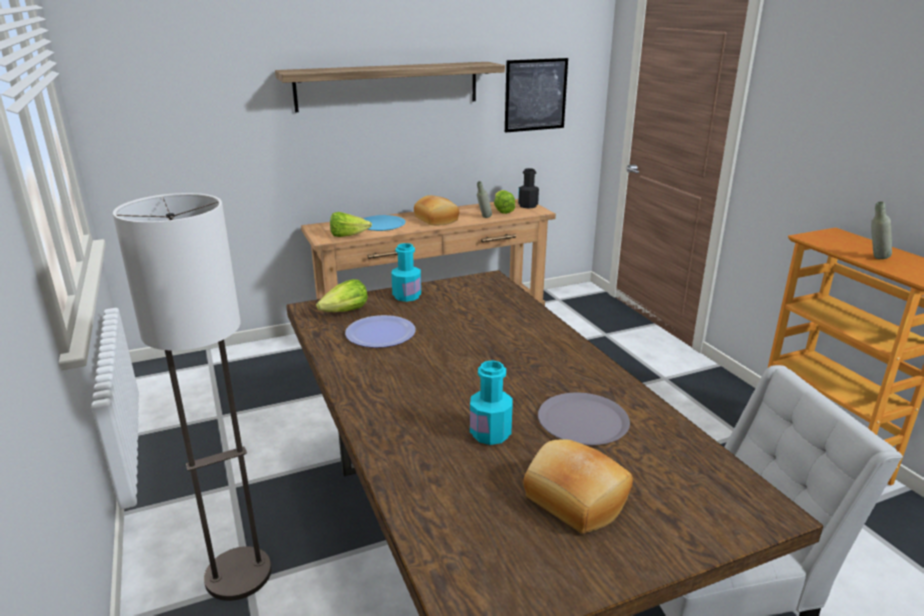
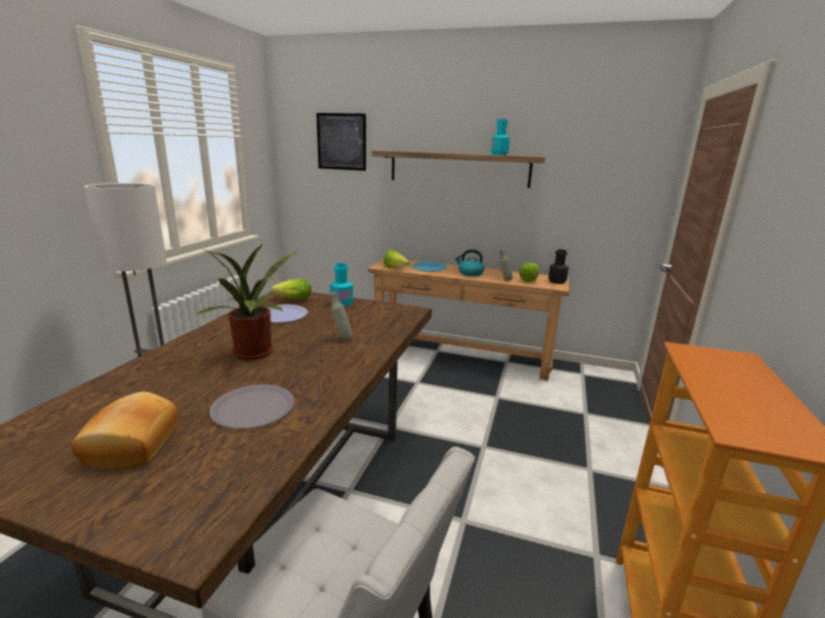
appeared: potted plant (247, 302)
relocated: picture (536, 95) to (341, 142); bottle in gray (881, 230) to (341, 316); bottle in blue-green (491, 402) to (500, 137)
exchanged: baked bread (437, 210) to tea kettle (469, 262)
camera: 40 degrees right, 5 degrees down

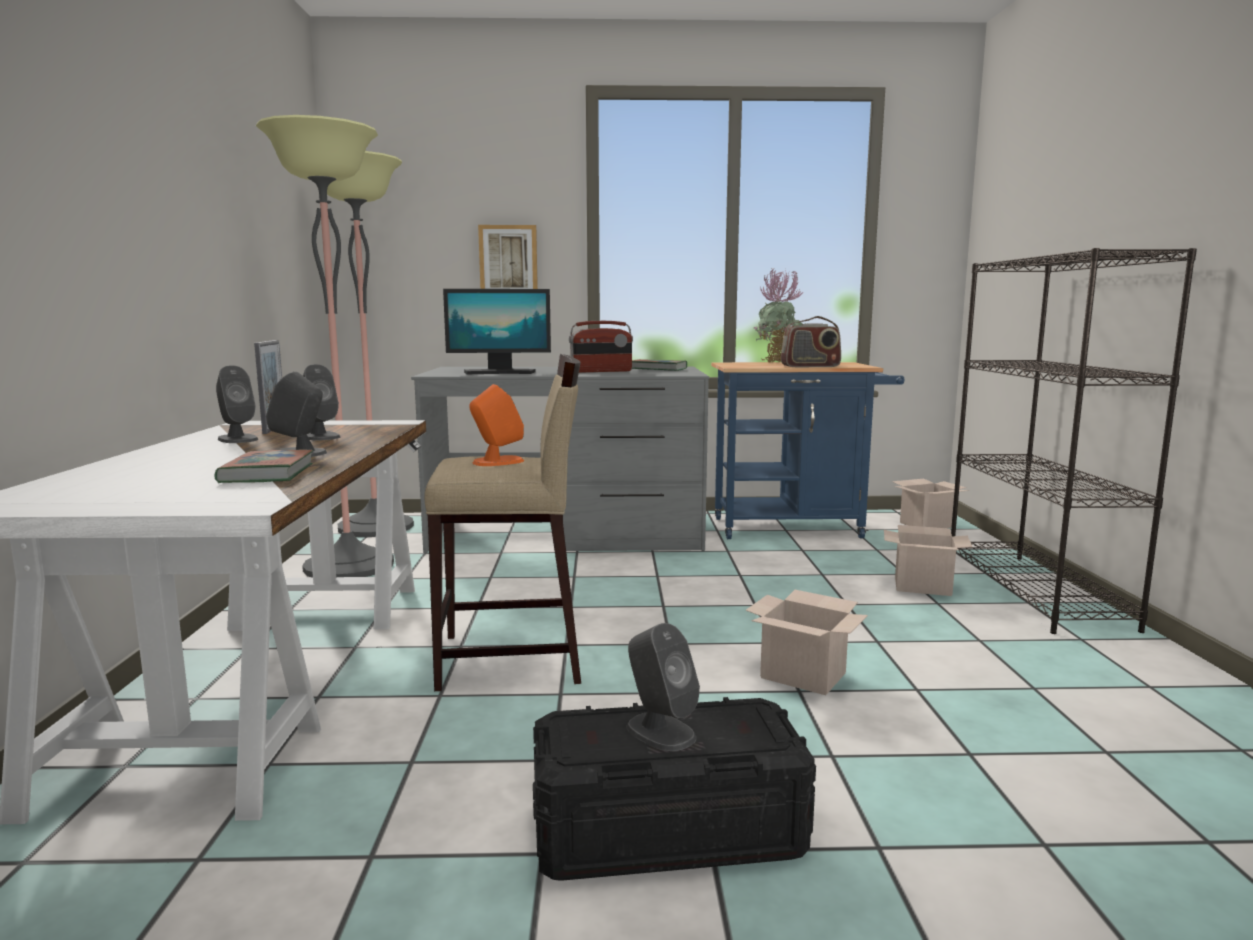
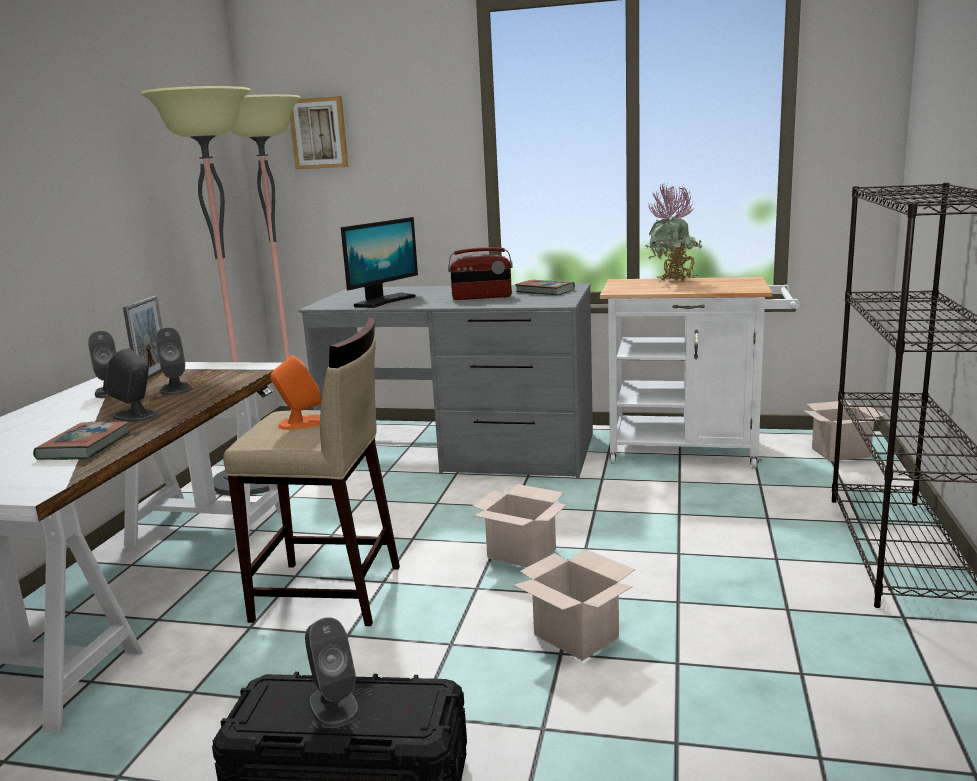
missing: radio (811, 341)
relocated: picture (508, 257) to (319, 133); packing box (928, 560) to (520, 525)
colour: trolley in bluish (807, 450) to trolley in white-coloured (699, 373)
spun: computer display (497, 331) = (379, 262) 60 degrees counterclockwise
camera: 15 degrees right, 5 degrees up

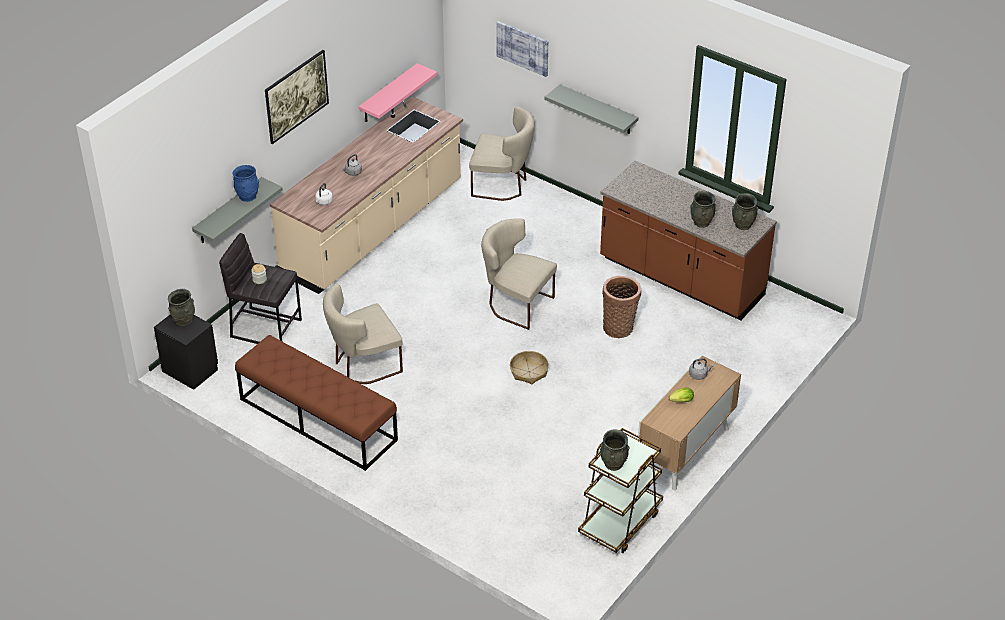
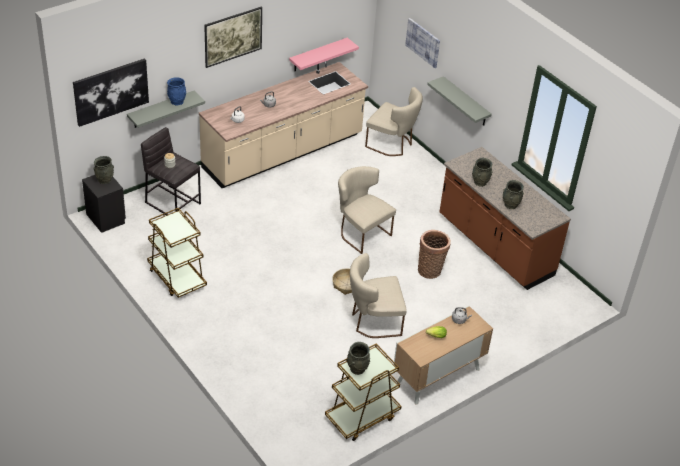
appeared: picture (111, 92)
relocated: plain chair in beige (363, 334) to (378, 295); flower vase in gray (745, 211) to (482, 172)
exchanged: long seat in brownish (316, 403) to trolley in brownish (177, 253)
camera: 15 degrees right, 0 degrees up

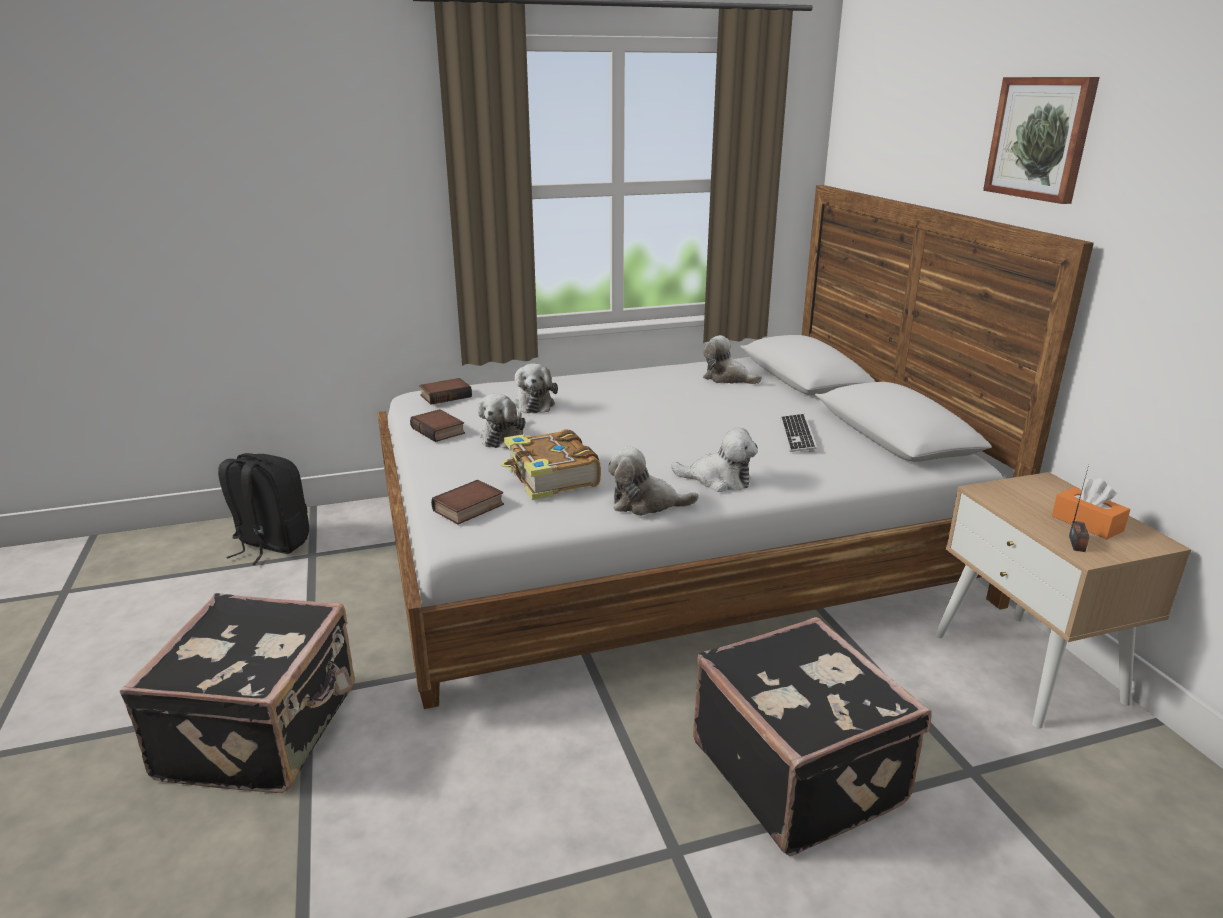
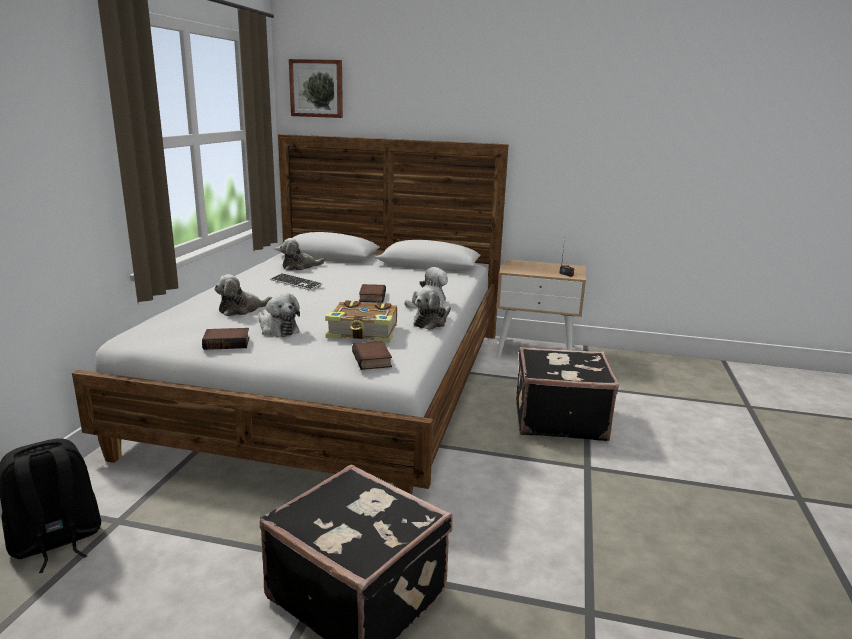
missing: box of tissues in orange-coloured (1091, 508)
relocated: computer keyboard (798, 433) to (296, 282); picture (1041, 140) to (316, 88); book (445, 391) to (372, 293)
spun: cuddly toy (535, 388) = (243, 295) 120 degrees clockwise
camera: 60 degrees left, 5 degrees down

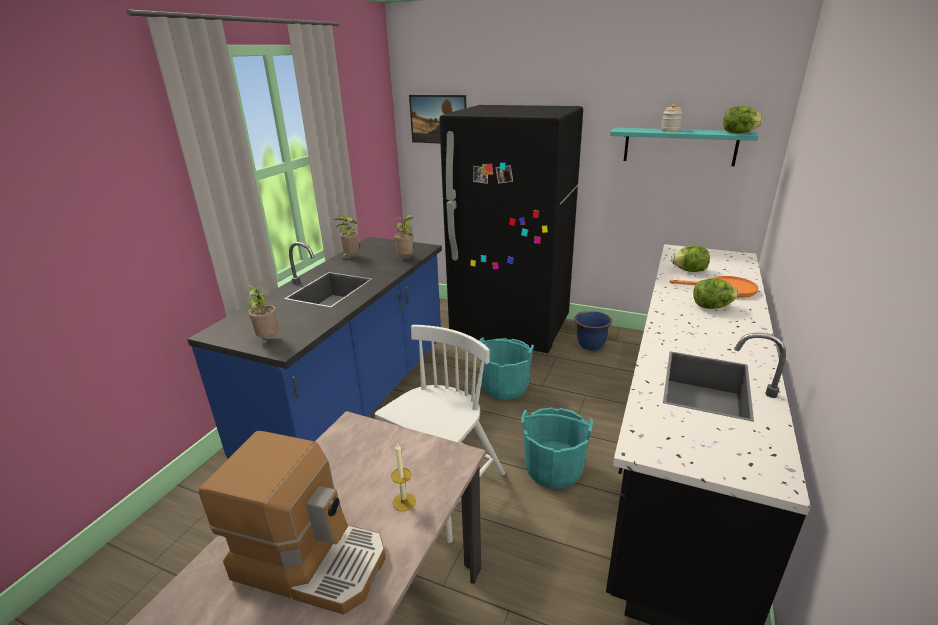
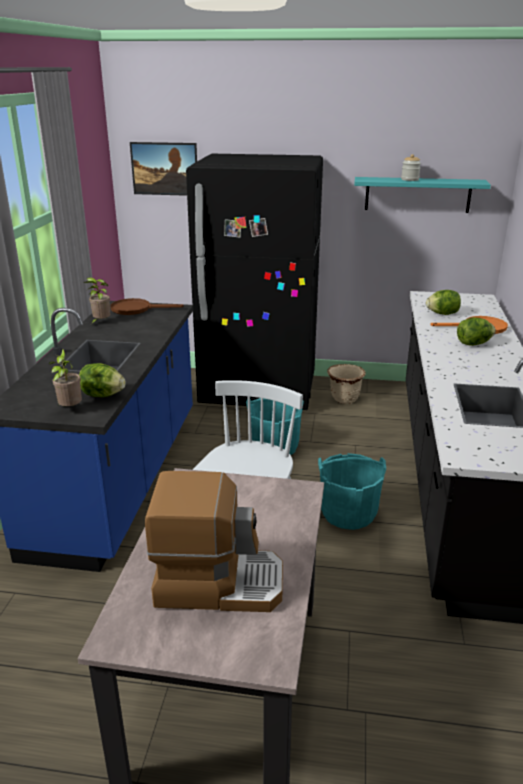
missing: candle (403, 477); potted plant (404, 235)
appeared: pan in brownish (147, 306)
relocated: lettuce (743, 119) to (102, 380)
colour: planter in bluish (593, 331) to planter in beige (346, 384)
camera: 15 degrees left, 0 degrees up

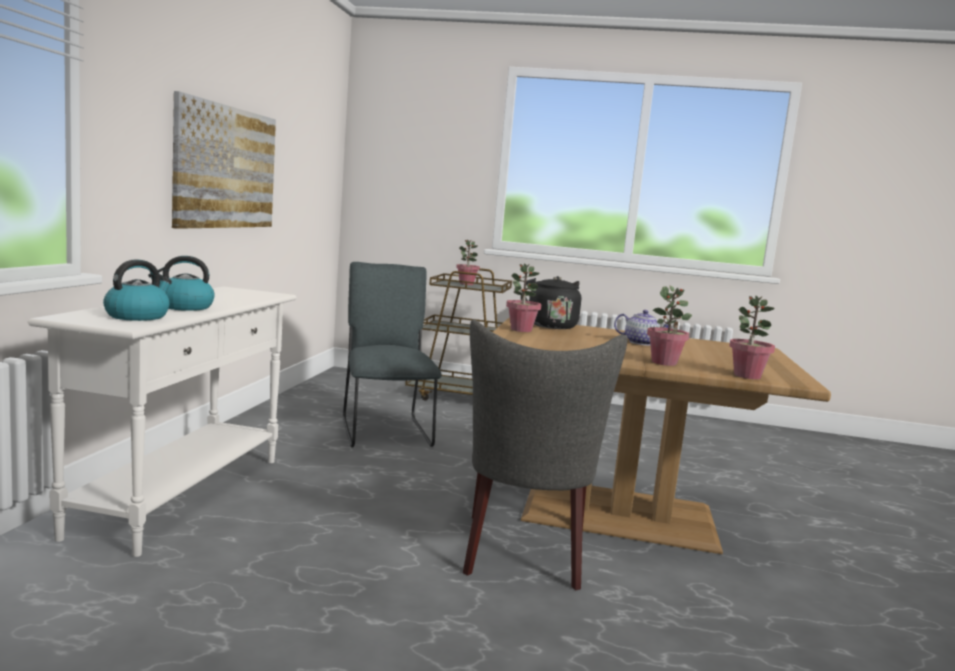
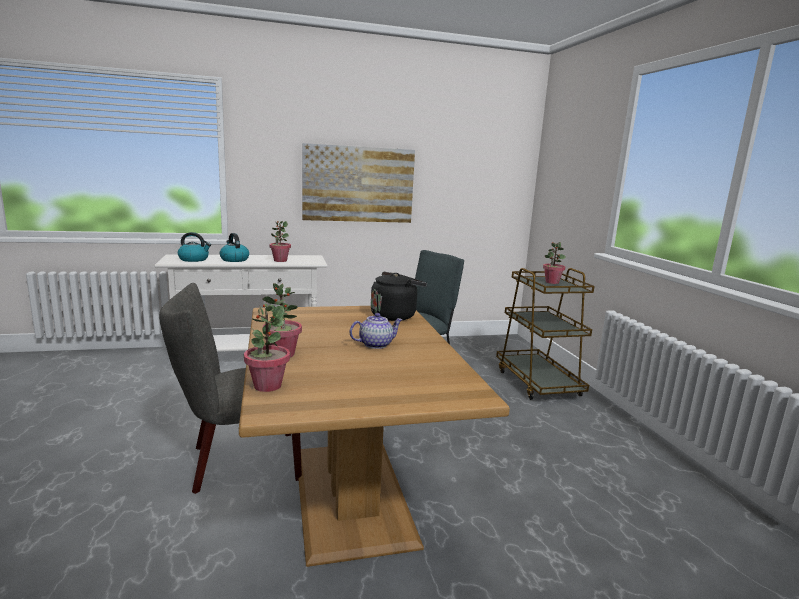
relocated: potted plant (524, 298) to (280, 241)
spun: teapot (643, 328) = (376, 331) 105 degrees counterclockwise
camera: 65 degrees right, 5 degrees up

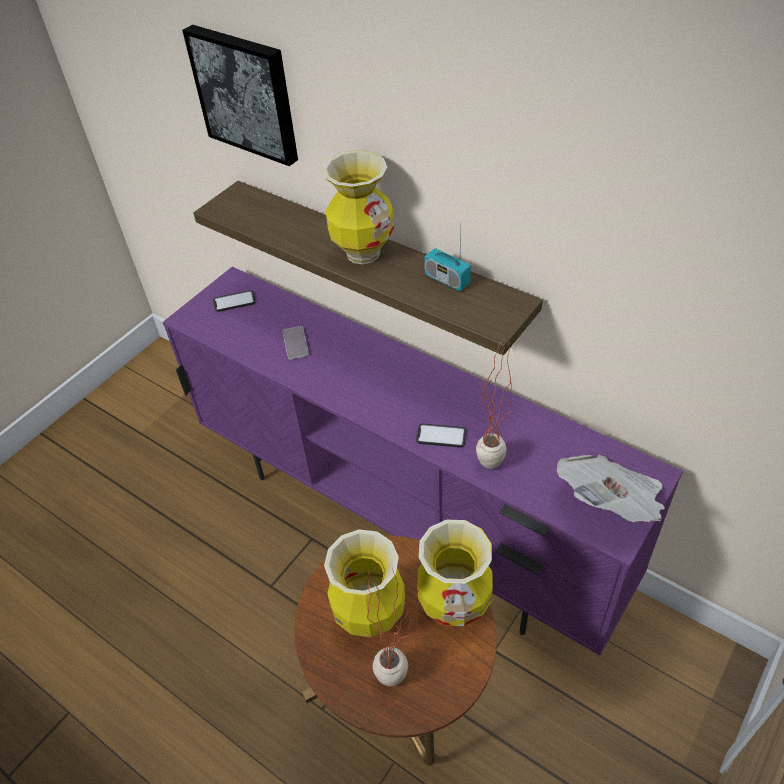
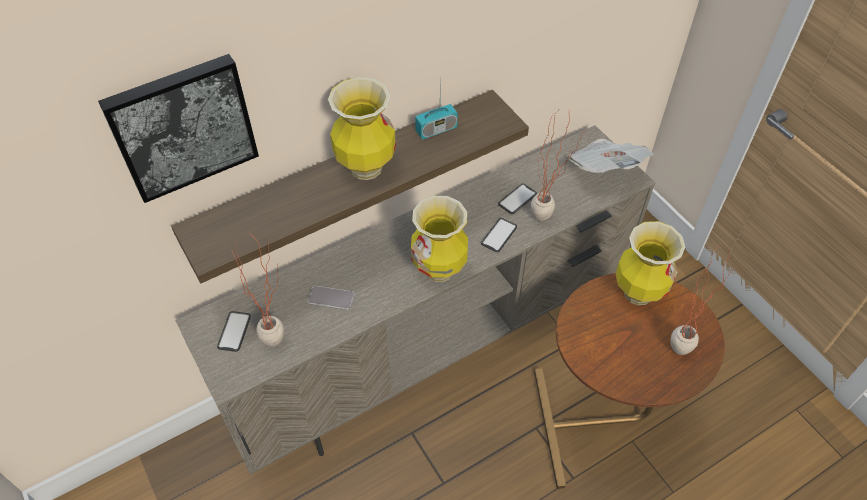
appeared: potted plant (258, 291); telephone (517, 198)
relocated: flower vase (364, 583) to (439, 239)
colour: media console in purplish (422, 461) to media console in beige (415, 299)
camera: 70 degrees left, 5 degrees up

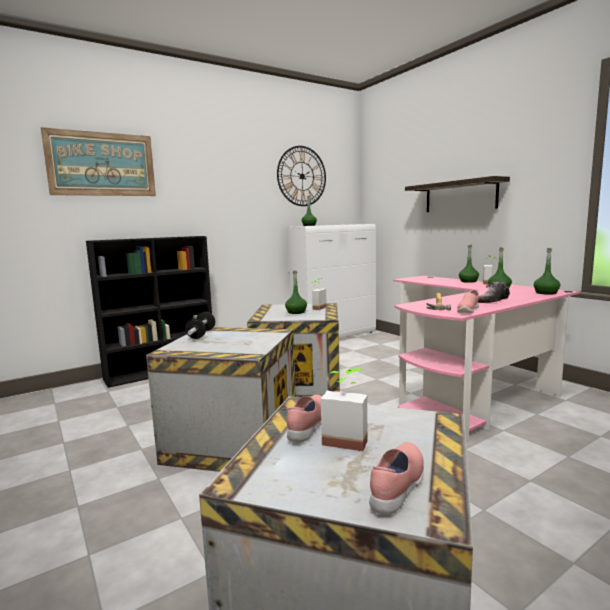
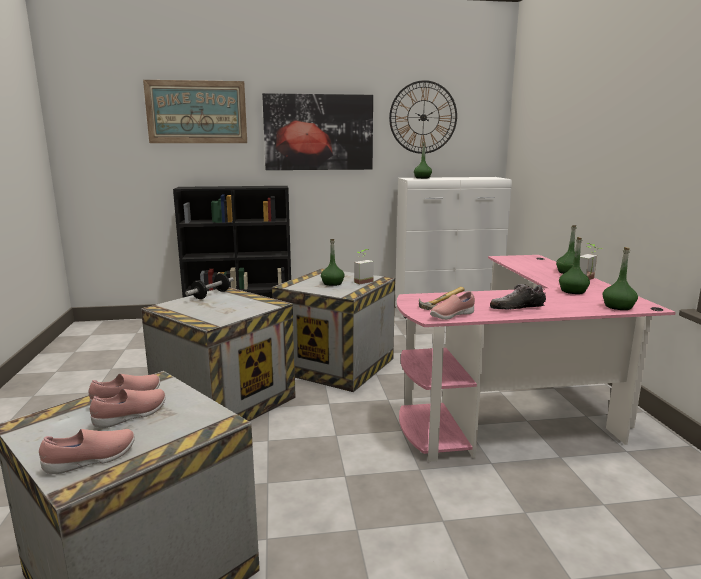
missing: shelf (457, 194)
appeared: picture (317, 131)
exchanged: potted plant (344, 409) to low shoe in pink-coloured (128, 408)
camera: 25 degrees right, 5 degrees up

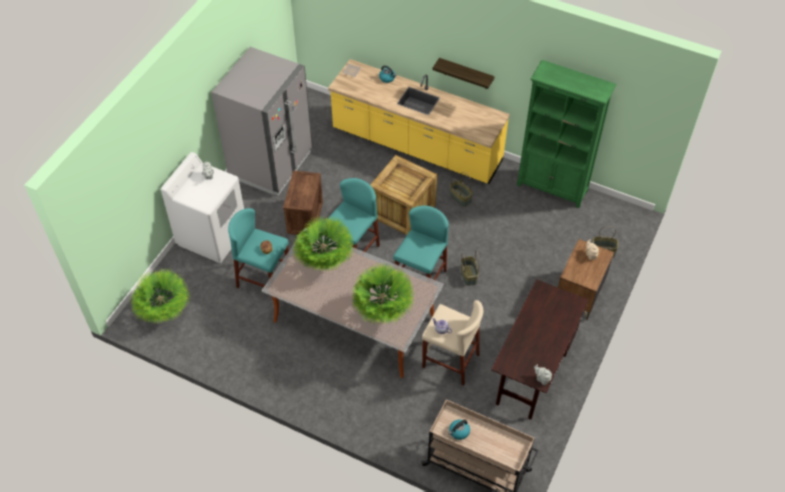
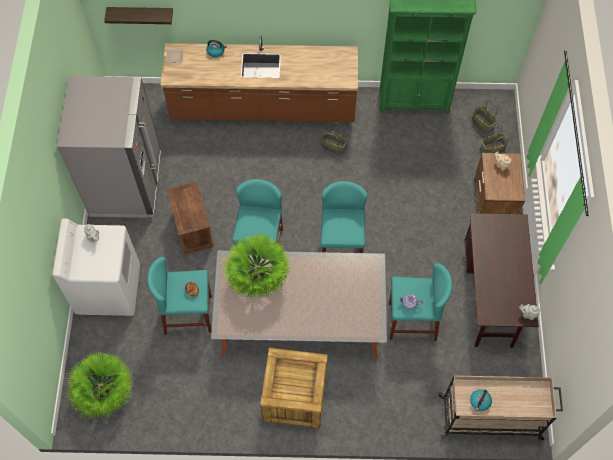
missing: potted plant (382, 293)
relocated: shelf (463, 73) to (138, 15); shipping crate (403, 195) to (294, 387); basket (470, 268) to (484, 117)
colour: kitchen base unit in yellowish (419, 121) to kitchen base unit in brownish (259, 79); stool in beige (452, 342) to stool in blue-green (420, 302)
camera: 25 degrees left, 10 degrees up

